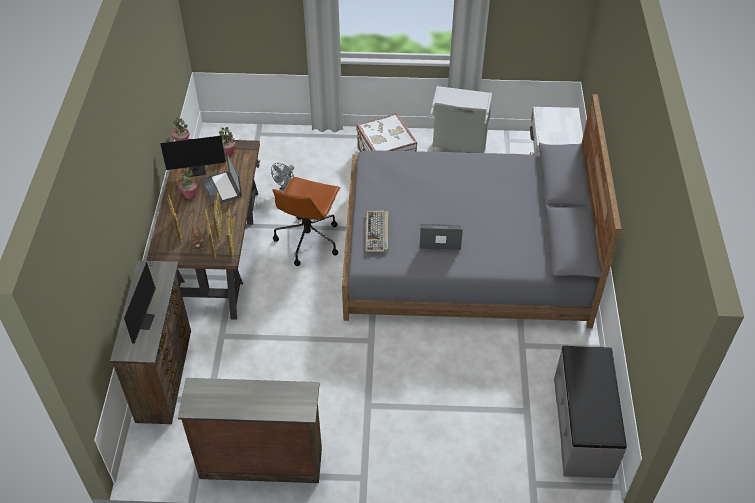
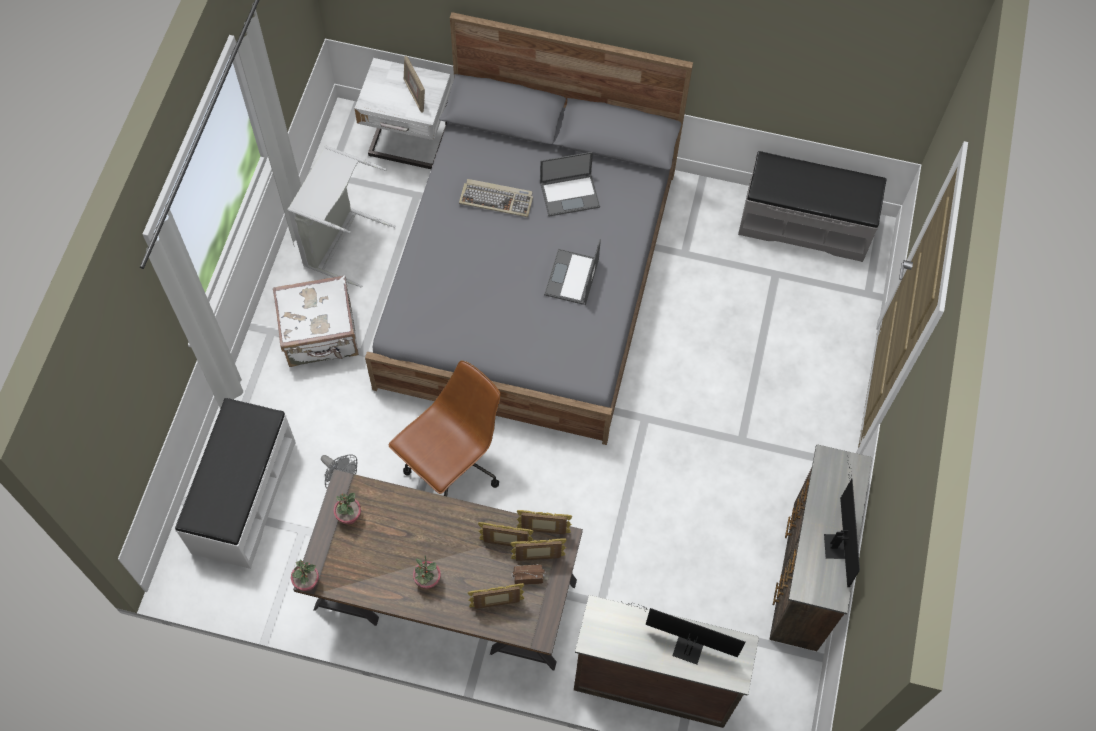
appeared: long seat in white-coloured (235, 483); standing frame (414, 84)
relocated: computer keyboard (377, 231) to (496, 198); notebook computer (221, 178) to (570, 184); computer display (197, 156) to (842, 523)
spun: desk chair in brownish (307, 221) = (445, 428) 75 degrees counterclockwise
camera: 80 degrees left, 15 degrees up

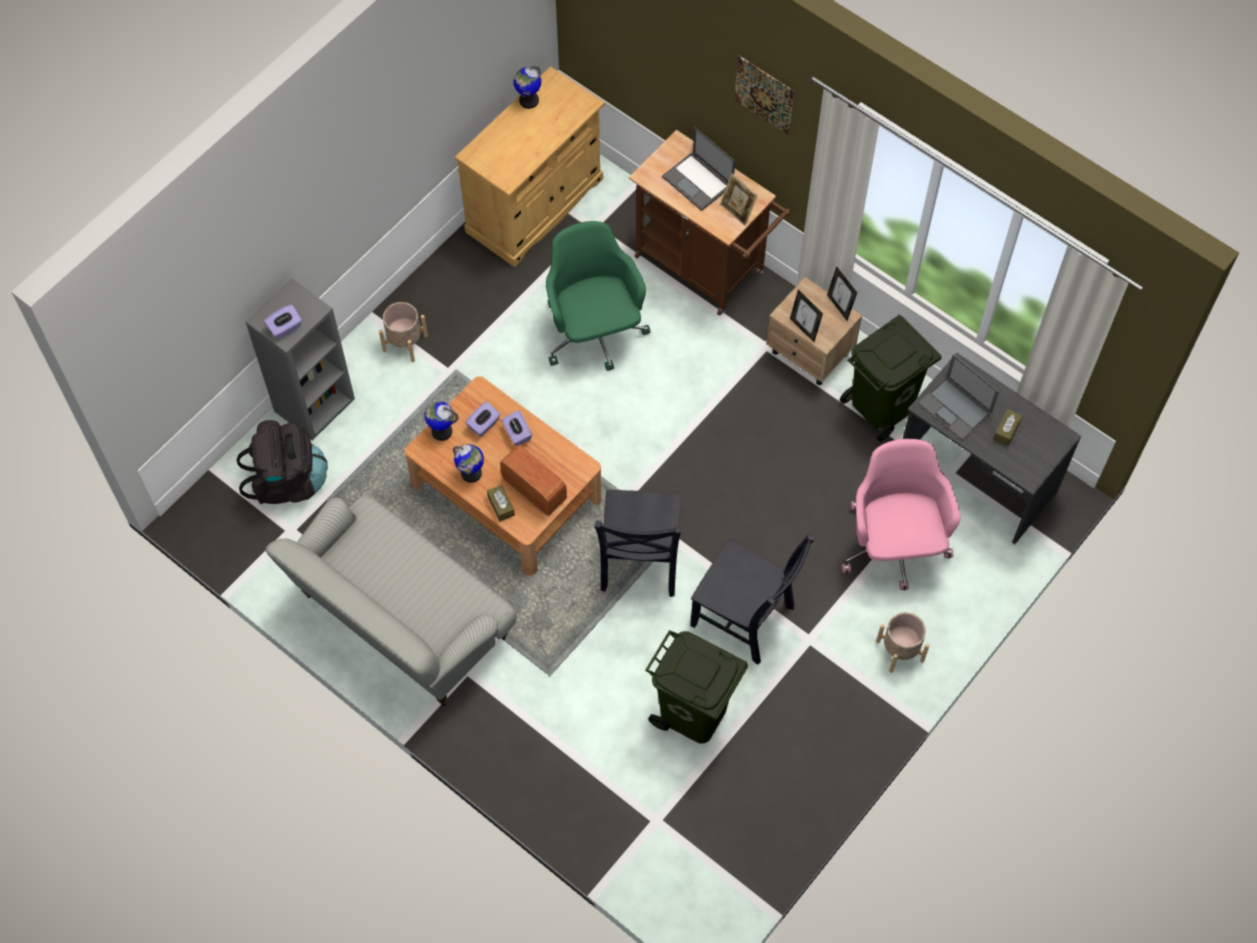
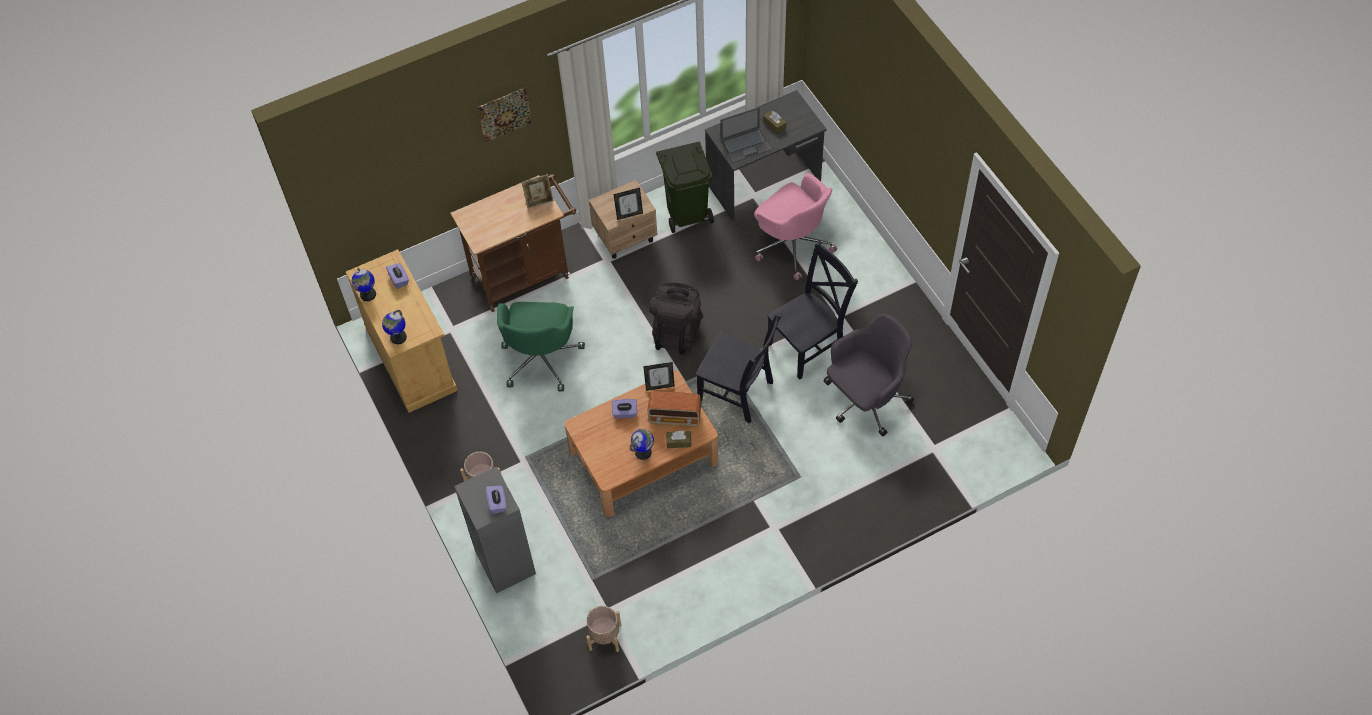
missing: sofa (391, 600); notebook computer (698, 169)
relocated: desk globe (442, 421) to (394, 327); box of tissues in purplish (482, 419) to (397, 276); planter in beige (903, 642) to (603, 629); standing frame (842, 293) to (659, 376); rucksack in blackish (282, 462) to (676, 318)
exchanged: rubbish bin in green-coloured (696, 687) to desk chair in gray (868, 375)
spun: desk chair in green-coloured (598, 296) = (541, 346) 90 degrees counterclockwise; radio (533, 480) = (674, 408) 150 degrees counterclockwise; desk chair in pink-coloured (901, 515) = (795, 226) 150 degrees counterclockwise
camera: 65 degrees left, 5 degrees down

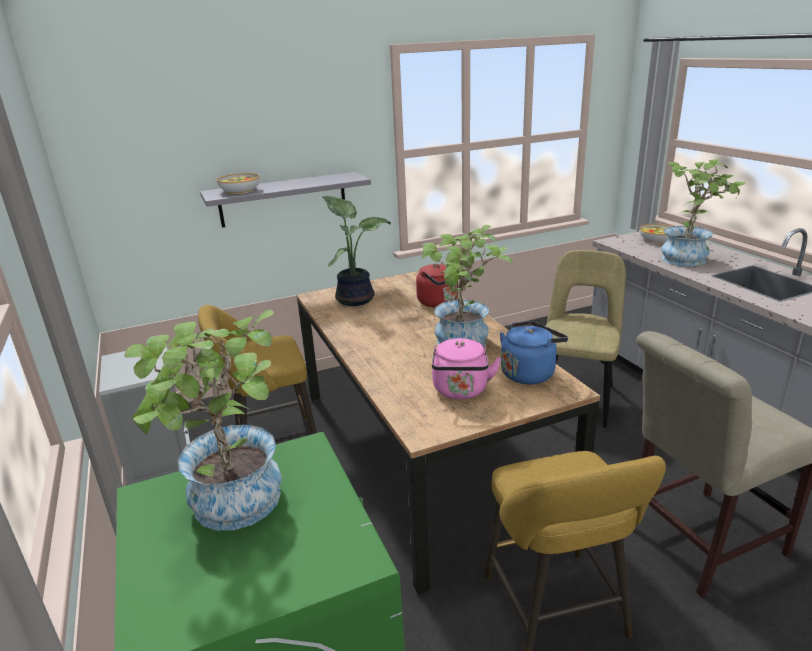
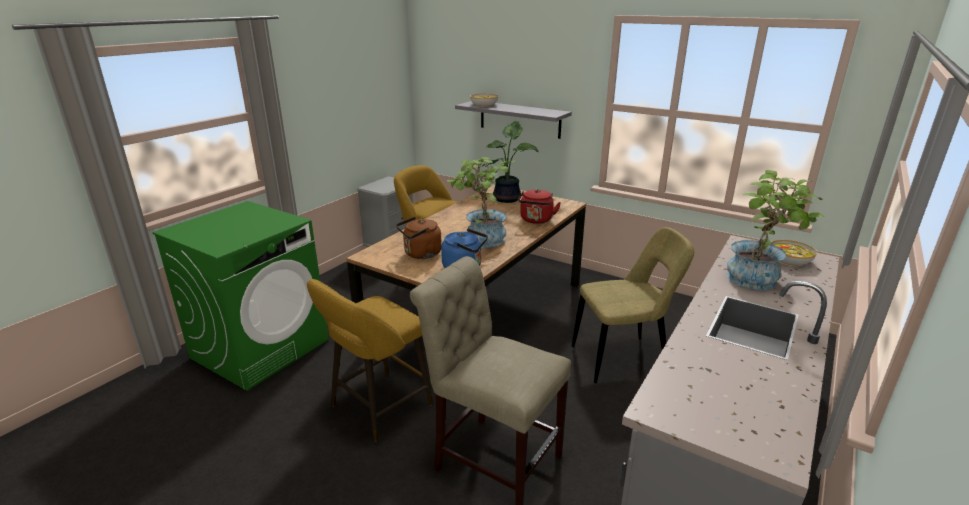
missing: potted plant (203, 420)
colour: tea kettle in pink-coloured (466, 368) to tea kettle in brownish (419, 238)
camera: 55 degrees right, 0 degrees up

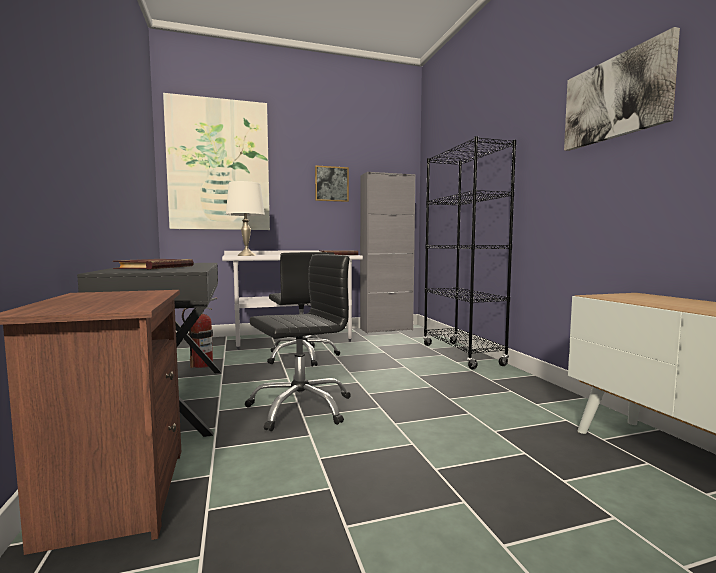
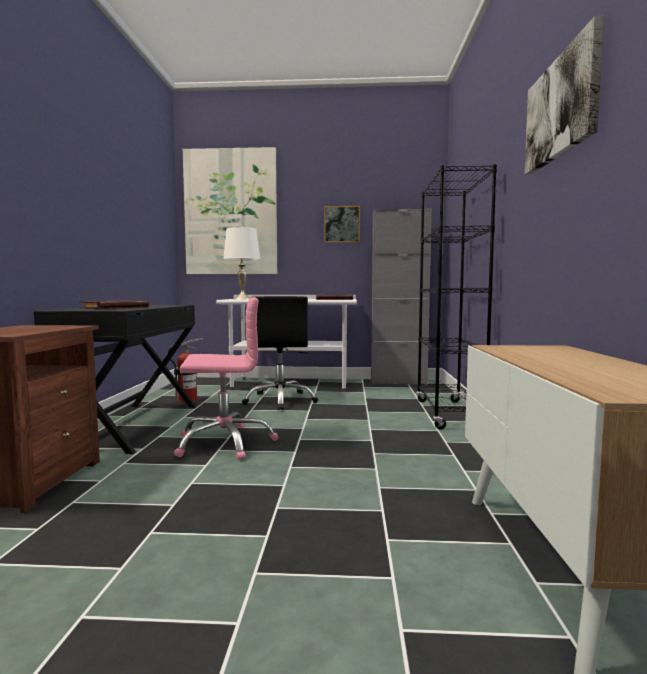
colour: desk chair in blackish (298, 342) to desk chair in pink-coloured (226, 378)
camera: 20 degrees right, 0 degrees up

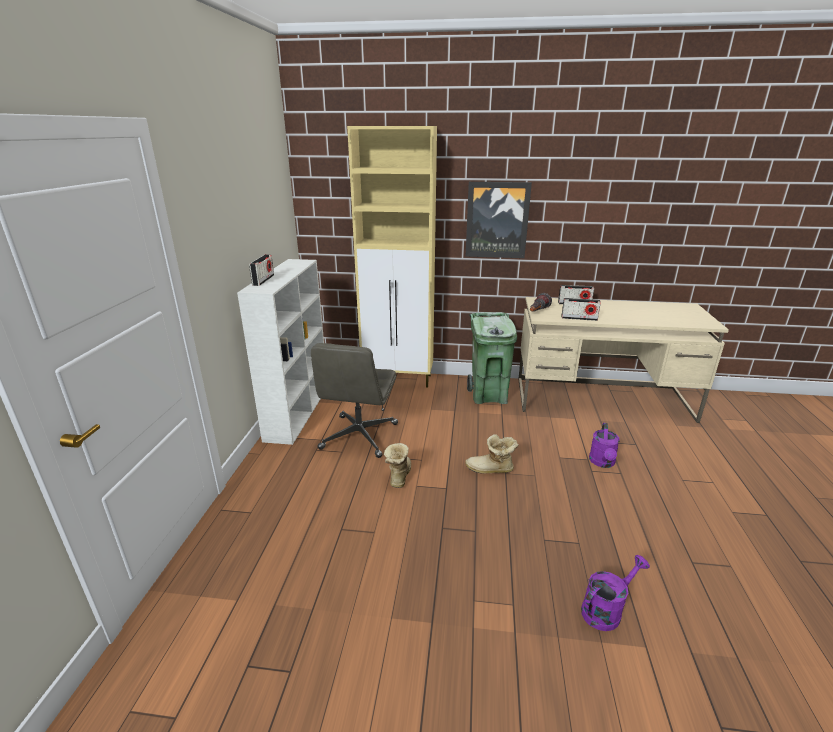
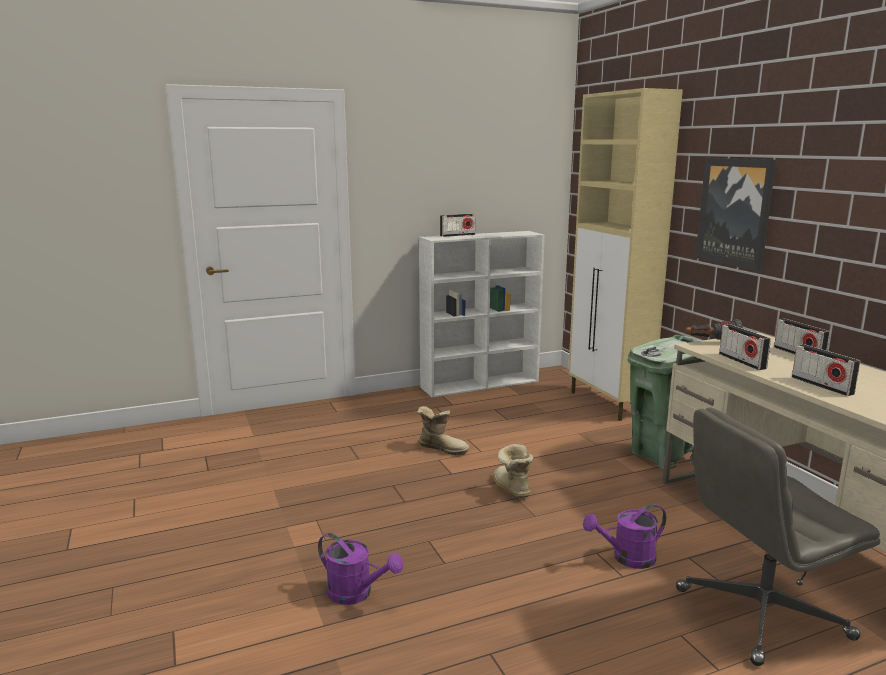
appeared: radio (826, 370)
relocated: desk chair in gray (354, 400) to (778, 536)
spun: tall boot (397, 465) = (443, 430) 45 degrees clockwise
camera: 60 degrees right, 10 degrees down

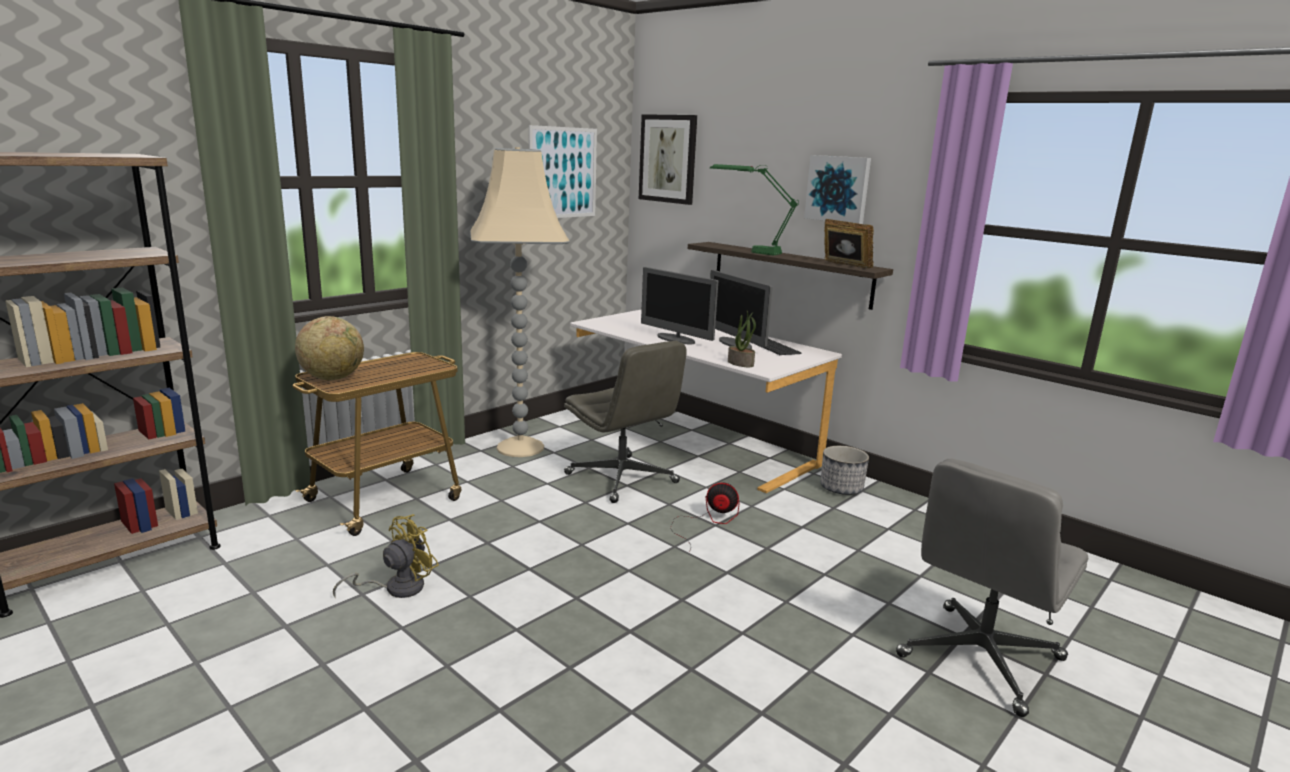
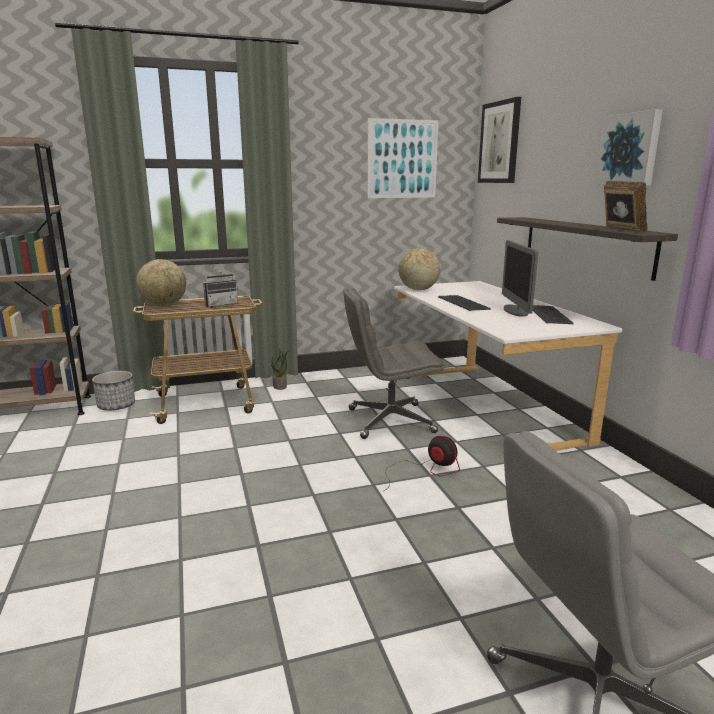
missing: fan in yellowish (386, 556); standing lamp in beige (520, 302); tabletop lamp in green-coloured (754, 210)
appeared: radio (220, 286); desk globe (419, 269)
relocated: planter (845, 470) to (113, 391); potted plant (742, 339) to (280, 369)
exchanged: computer display (679, 305) to computer keyboard (464, 303)
spun: desk chair in gray (625, 422) = (393, 363) 90 degrees clockwise
camera: 30 degrees right, 0 degrees up

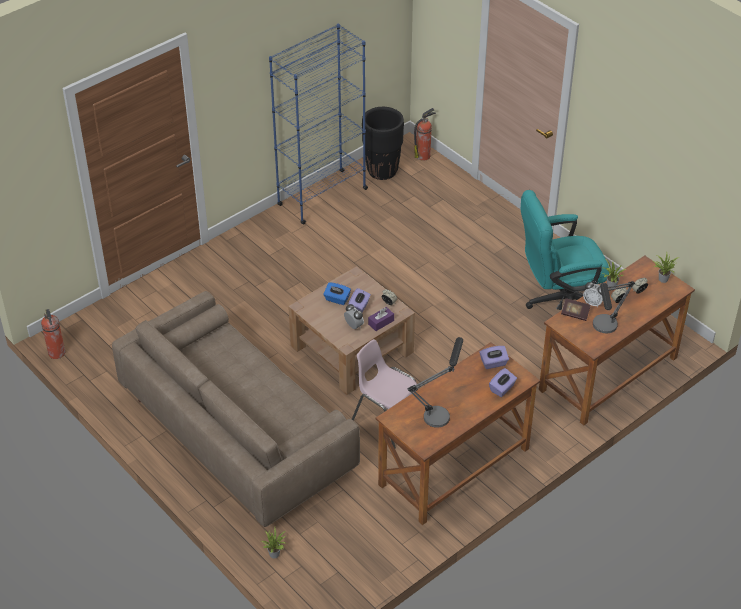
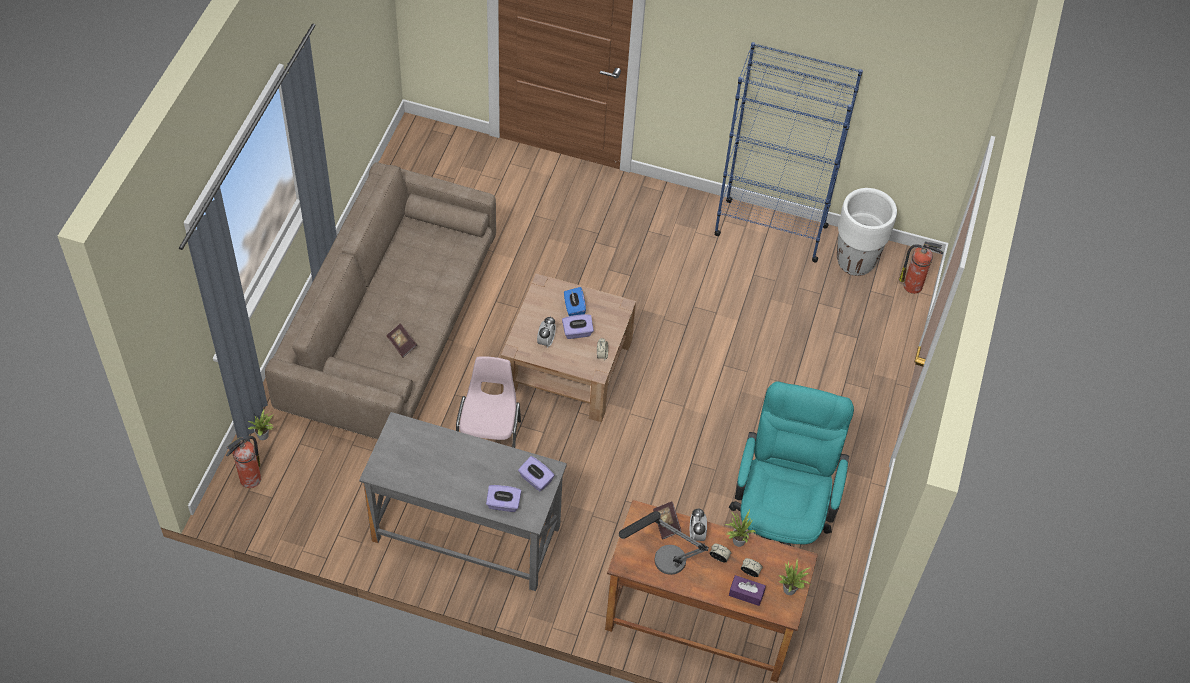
missing: tabletop lamp (435, 382)
appeared: book (401, 341)
relocated: fire-fighting cylinder (53, 334) to (243, 462); box of tissues in purplish (381, 319) to (747, 590)
colour: desk unit in brownish (458, 433) to desk unit in gray (463, 501); planter in blackish (383, 143) to planter in white-coloured (867, 232)
spun: desk chair in blue-green (565, 250) = (791, 463) 60 degrees clockwise
camera: 55 degrees right, 10 degrees up

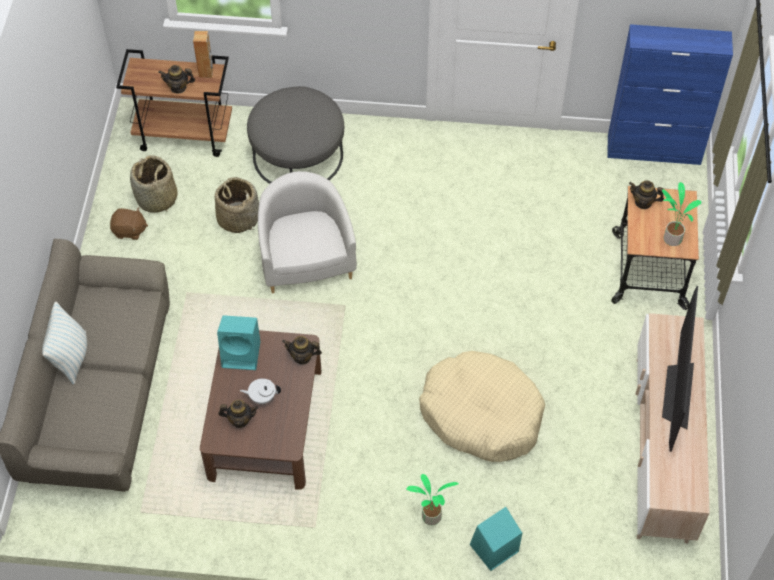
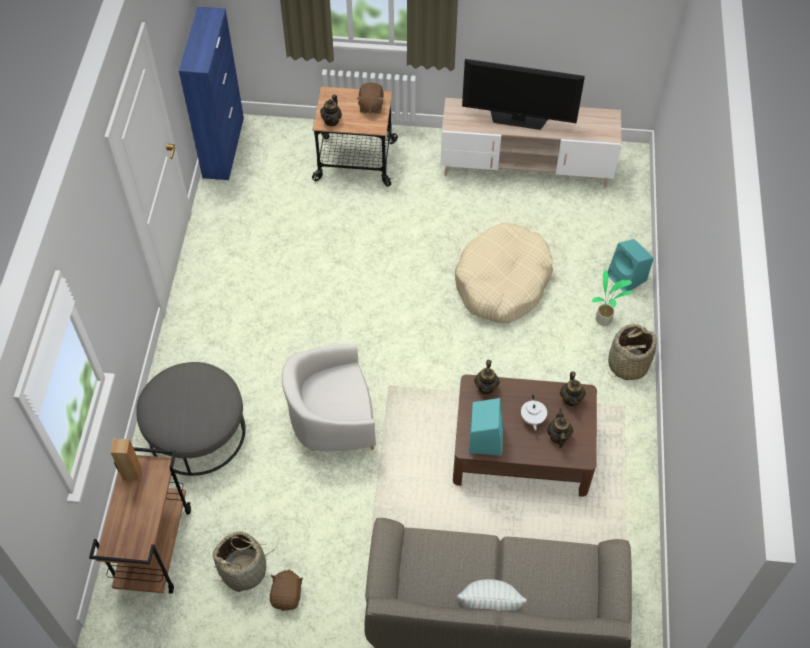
relocated: teapot (176, 79) to (573, 389); basket (237, 205) to (632, 352)
exchanged: potted plant (682, 214) to cuddly toy in brownish (370, 97)
camera: 90 degrees left, 0 degrees up

